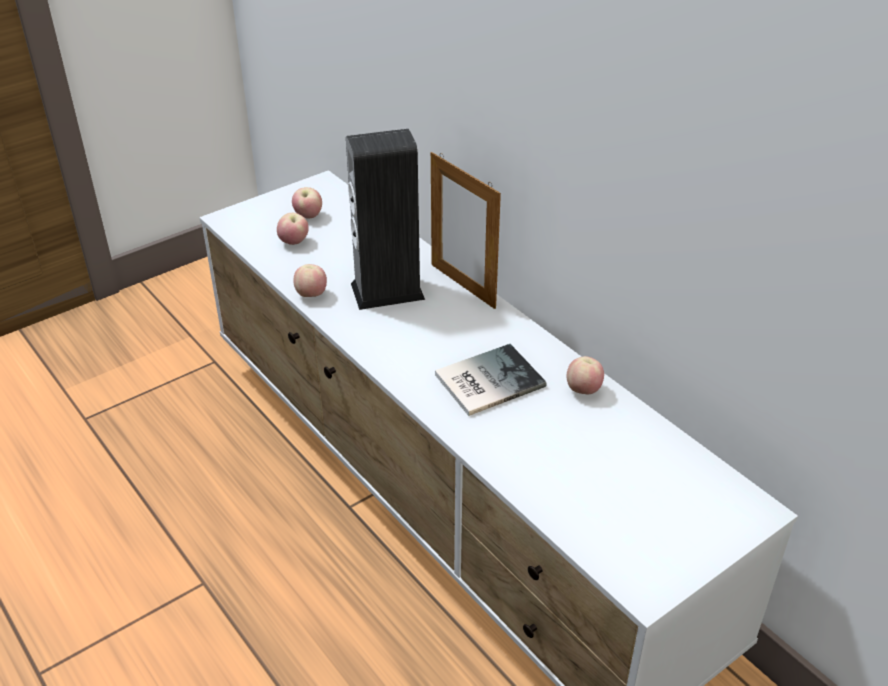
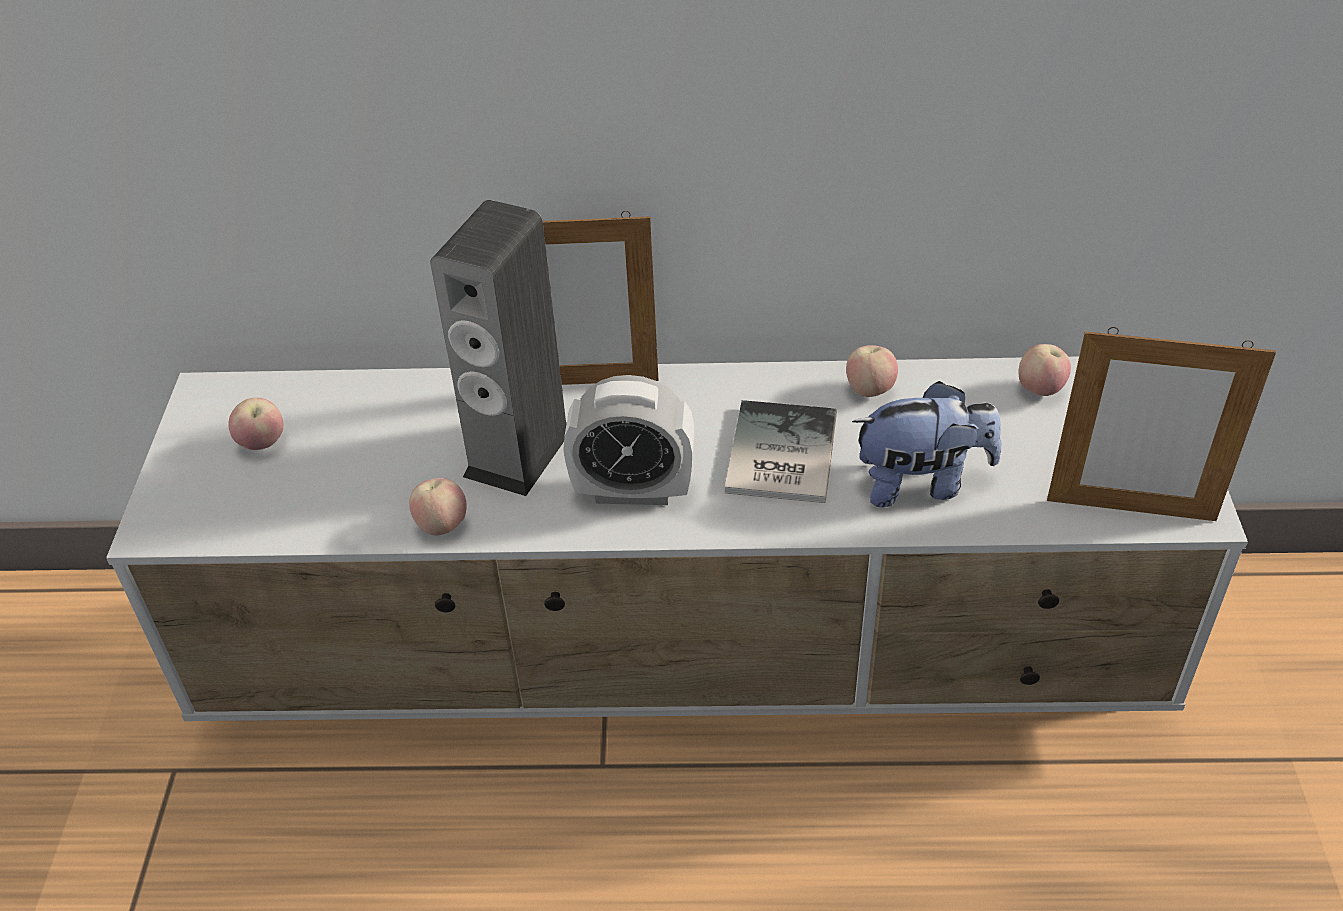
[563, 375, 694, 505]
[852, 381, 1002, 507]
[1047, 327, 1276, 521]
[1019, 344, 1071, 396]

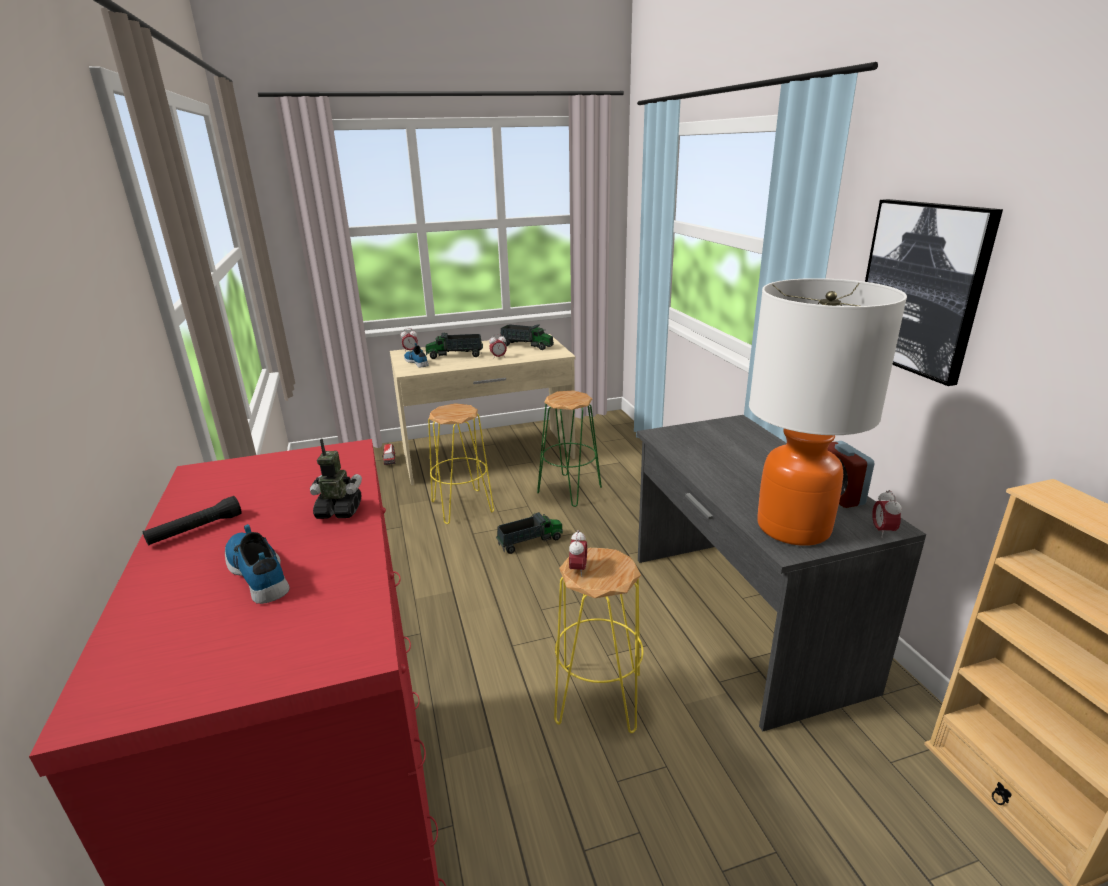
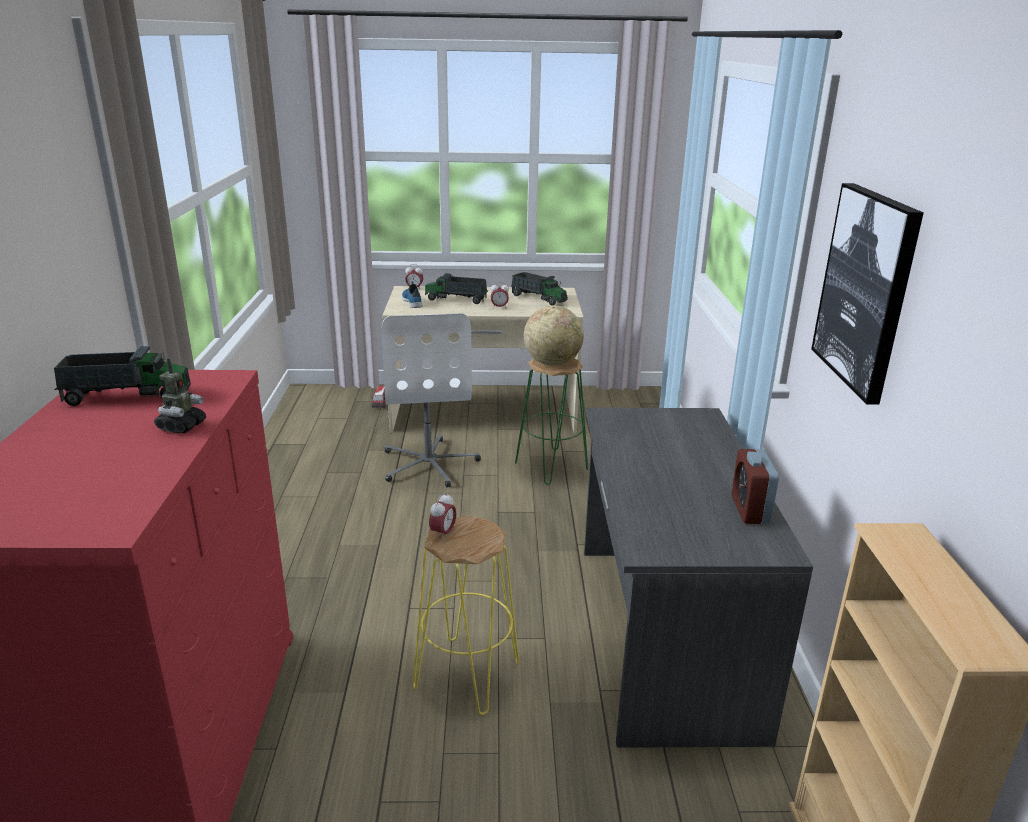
[142, 496, 242, 545] (first image)
[225, 524, 290, 604] (first image)
[749, 278, 907, 546] (first image)
[872, 490, 902, 538] (first image)
[524, 306, 584, 366]
[54, 346, 191, 406]
[381, 313, 481, 488]
[154, 358, 206, 433]

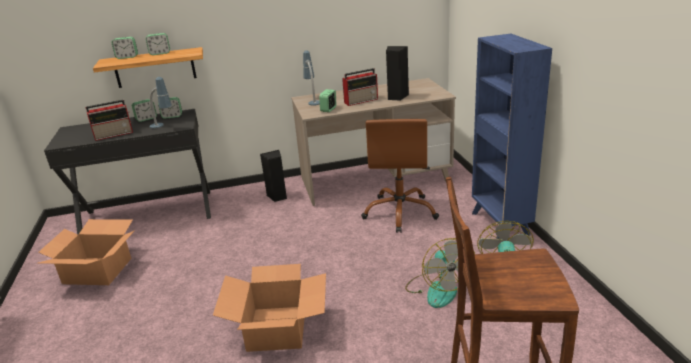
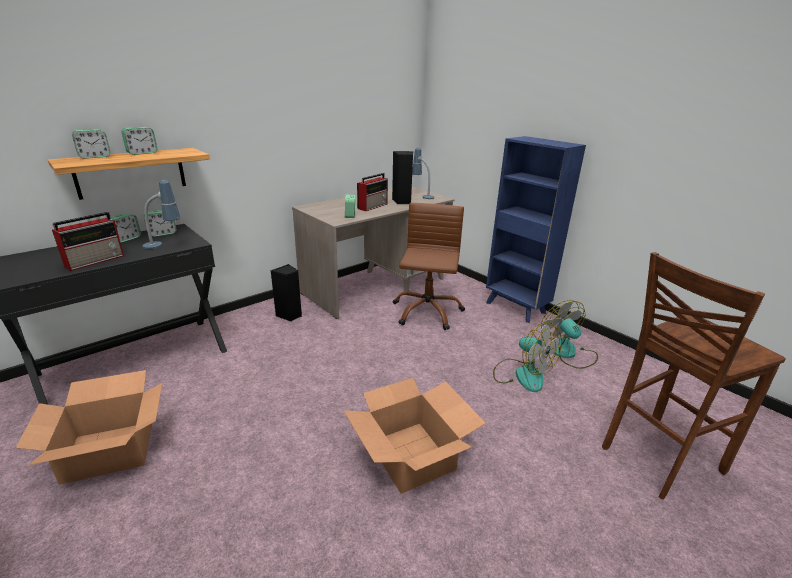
[412, 147, 434, 199]
[393, 203, 465, 330]

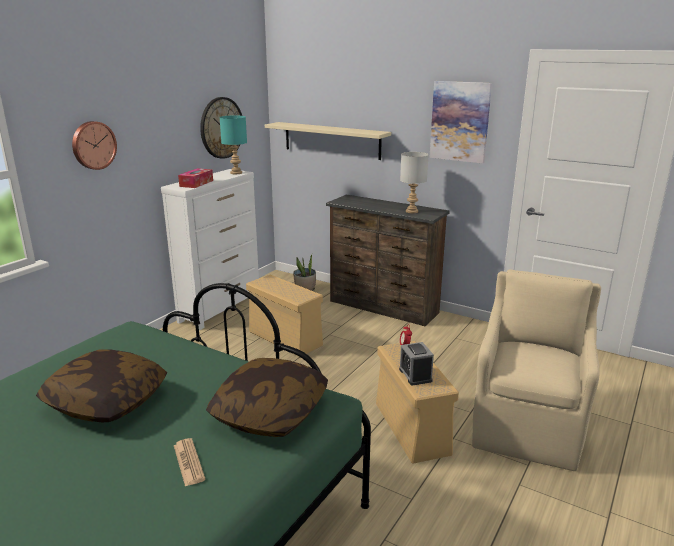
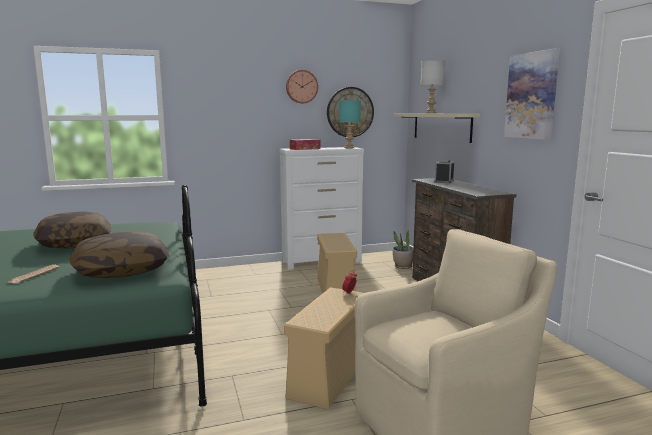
[286, 70, 318, 104]
[434, 160, 454, 183]
[421, 60, 445, 114]

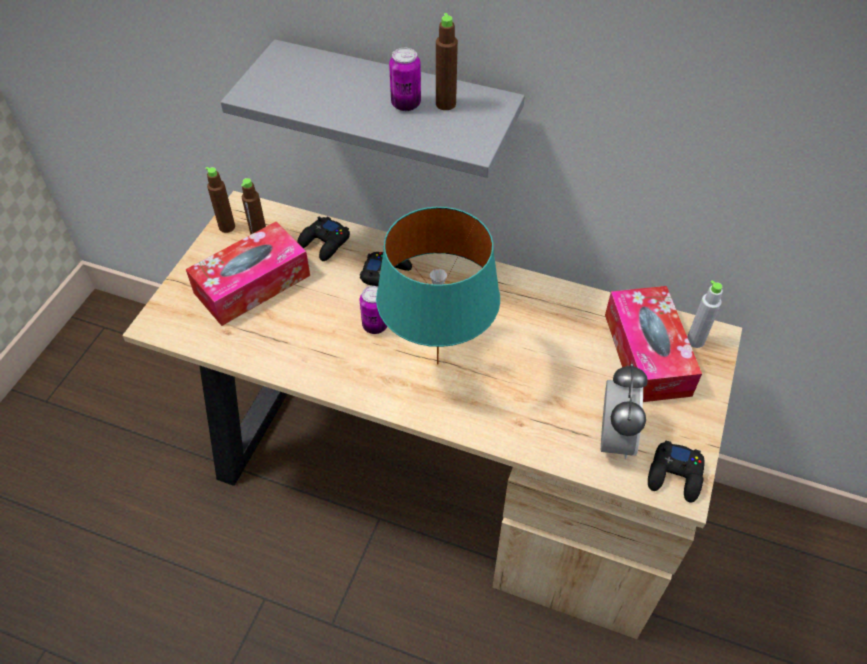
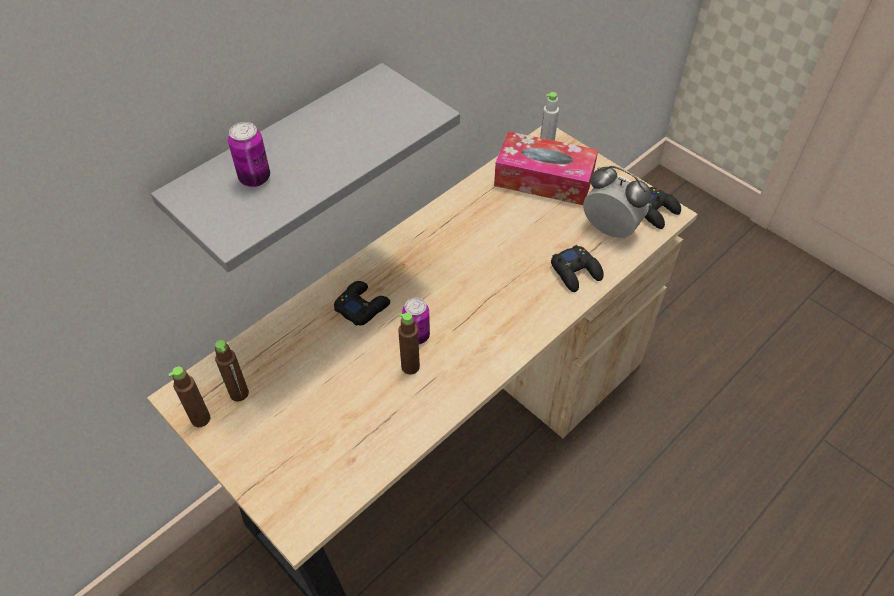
[186, 222, 310, 326] (first image)
[376, 207, 500, 365] (first image)
[551, 245, 604, 292]
[228, 122, 270, 187]
[398, 313, 420, 375]

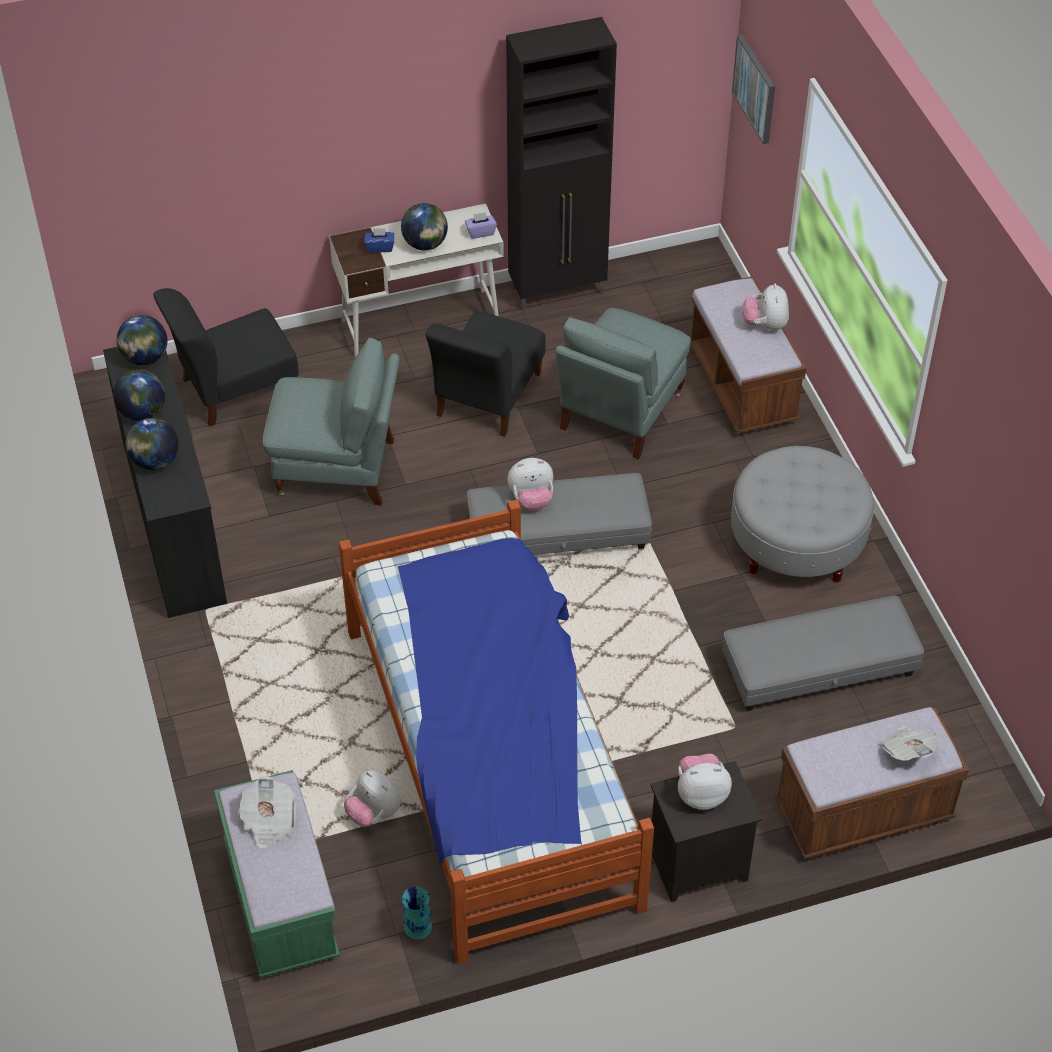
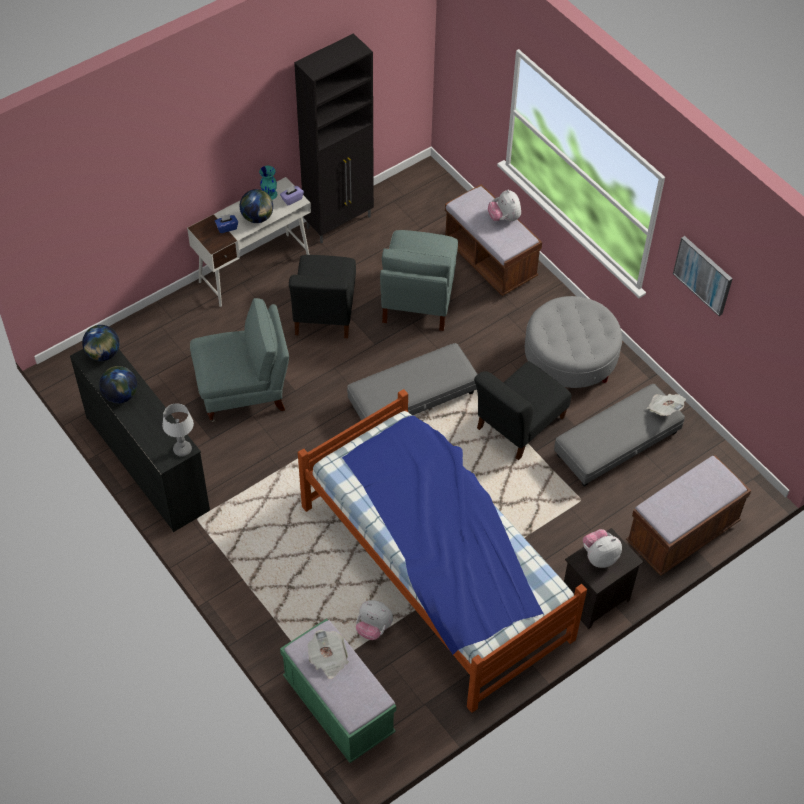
[126, 418, 179, 470] (first image)
[507, 458, 553, 511] (first image)
[162, 403, 194, 457]
[474, 362, 571, 460]
[259, 166, 277, 200]
[673, 236, 733, 316]
[647, 394, 686, 416]

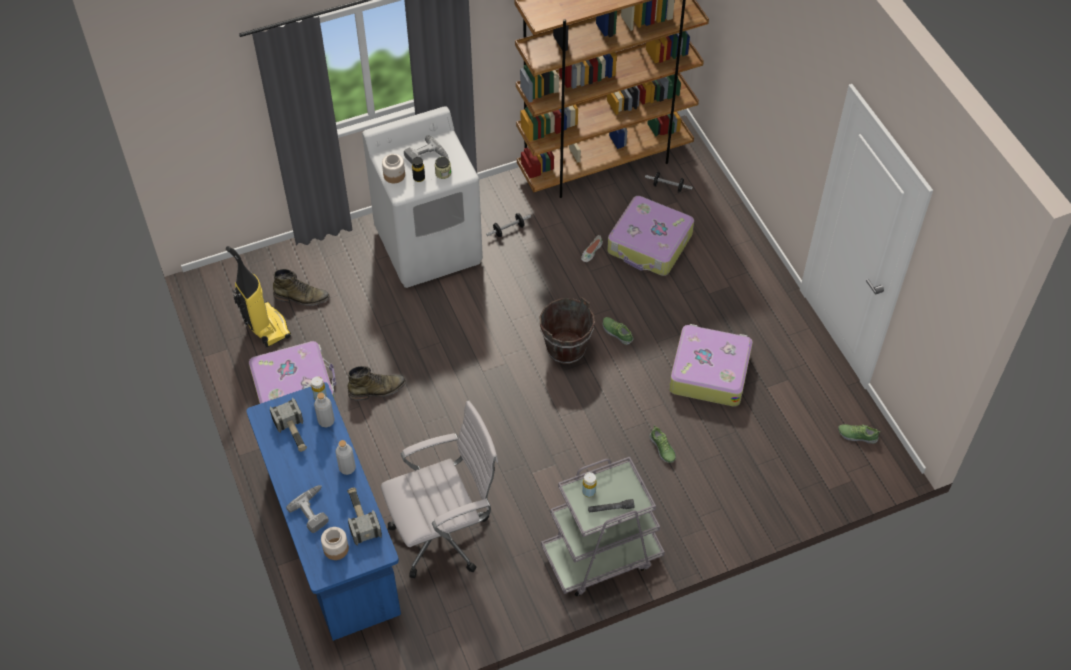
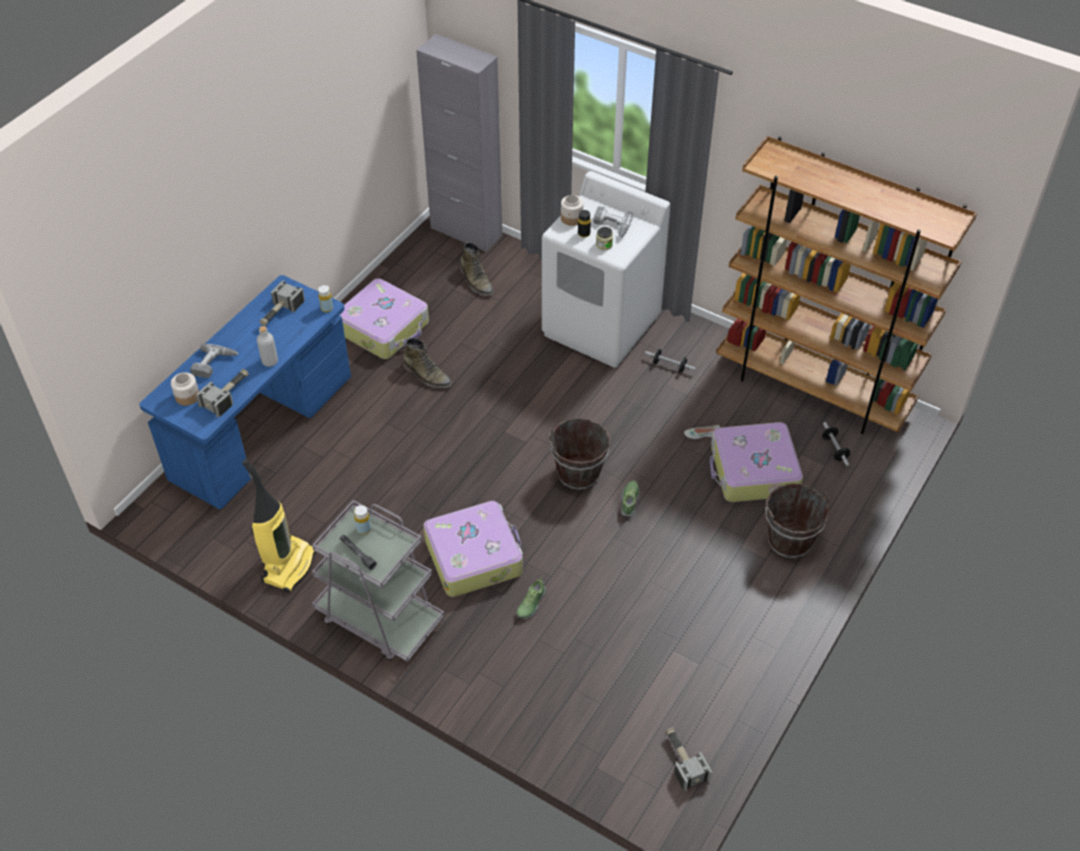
[314, 393, 335, 427] (first image)
[381, 401, 498, 578] (first image)
[416, 34, 502, 252]
[765, 484, 830, 559]
[242, 459, 316, 593]
[423, 501, 523, 597]
[666, 727, 712, 792]

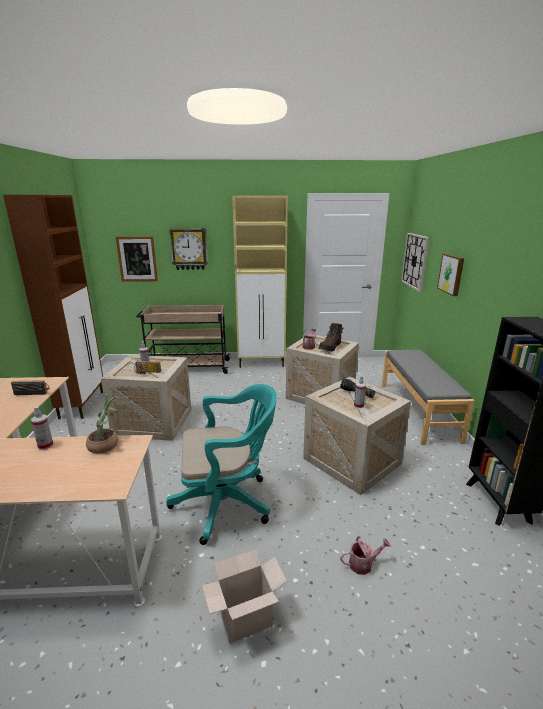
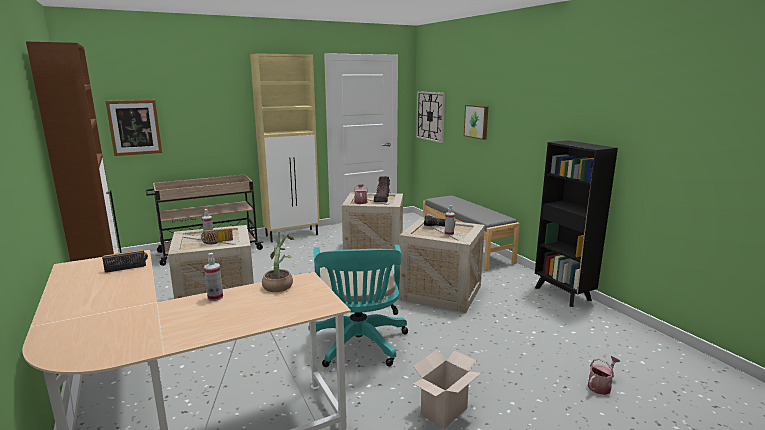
[169, 228, 208, 270] (first image)
[588, 356, 620, 395]
[308, 245, 408, 367]

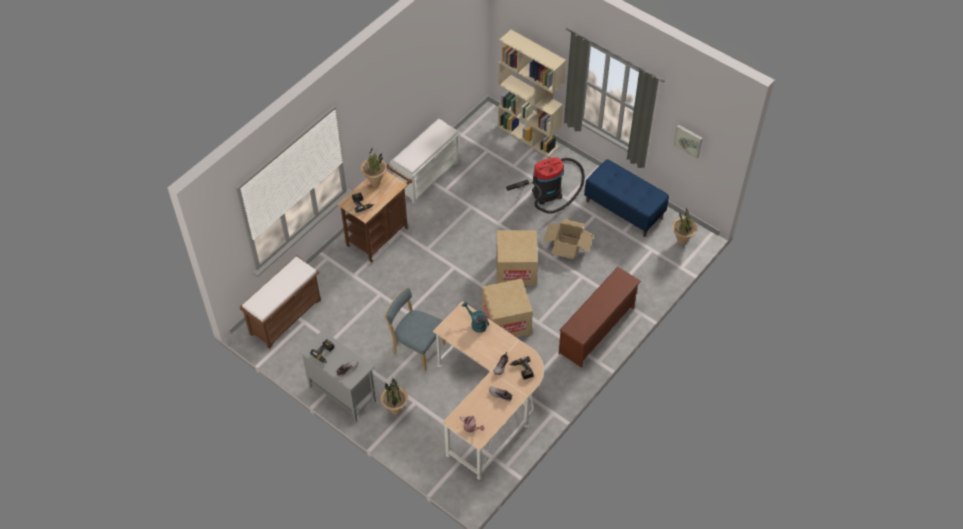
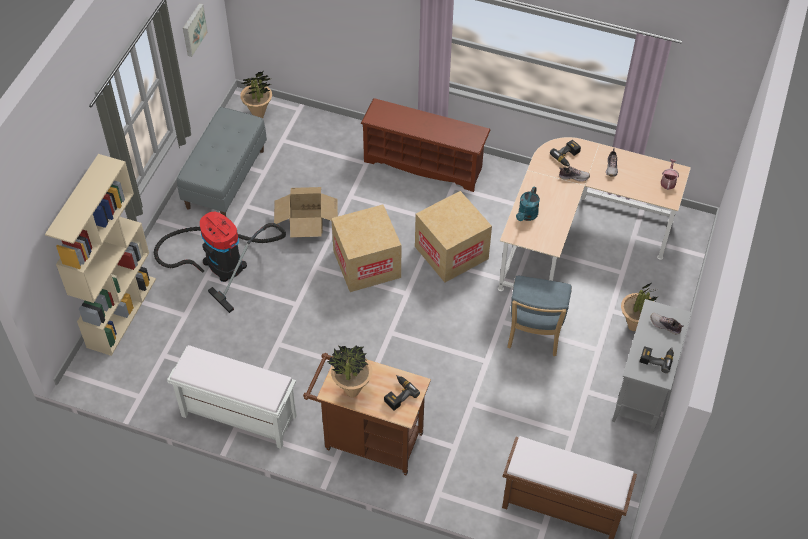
[177, 107, 267, 216]

